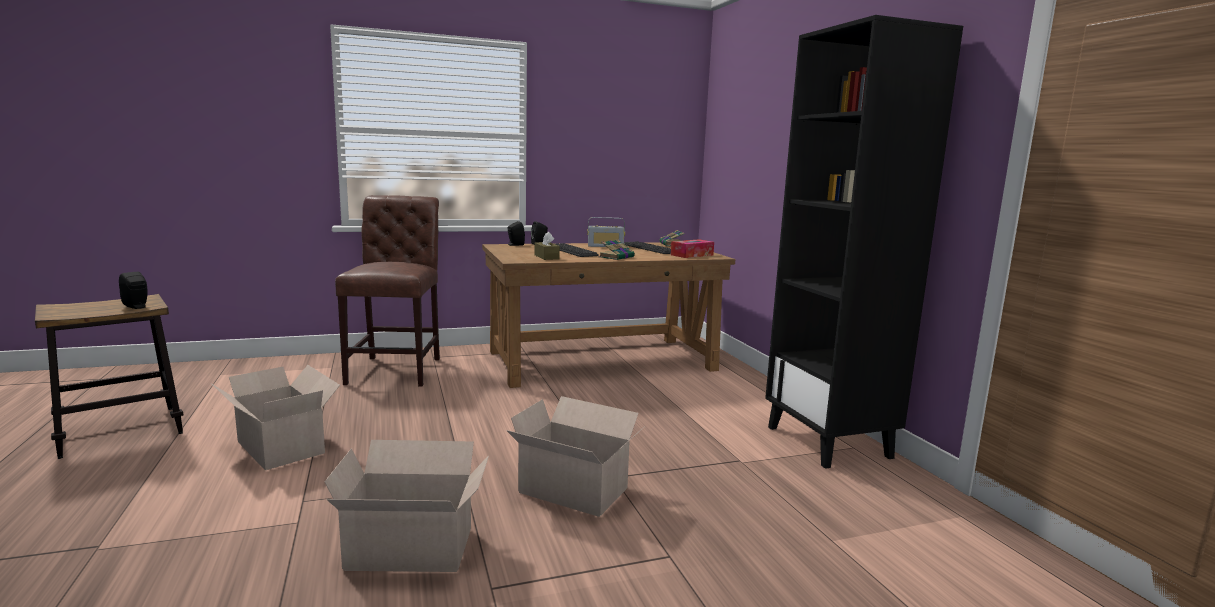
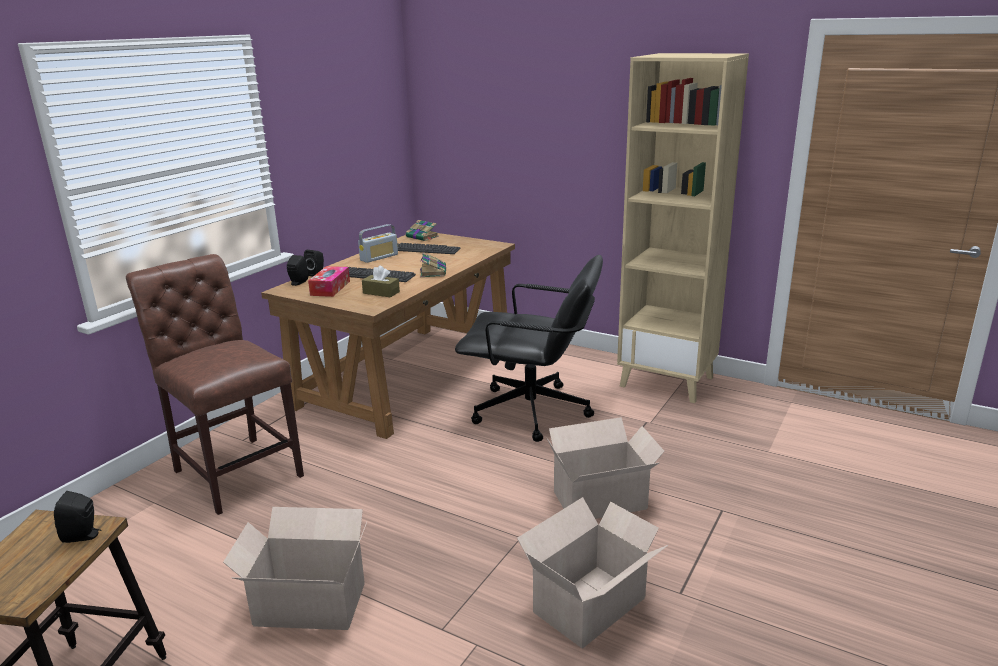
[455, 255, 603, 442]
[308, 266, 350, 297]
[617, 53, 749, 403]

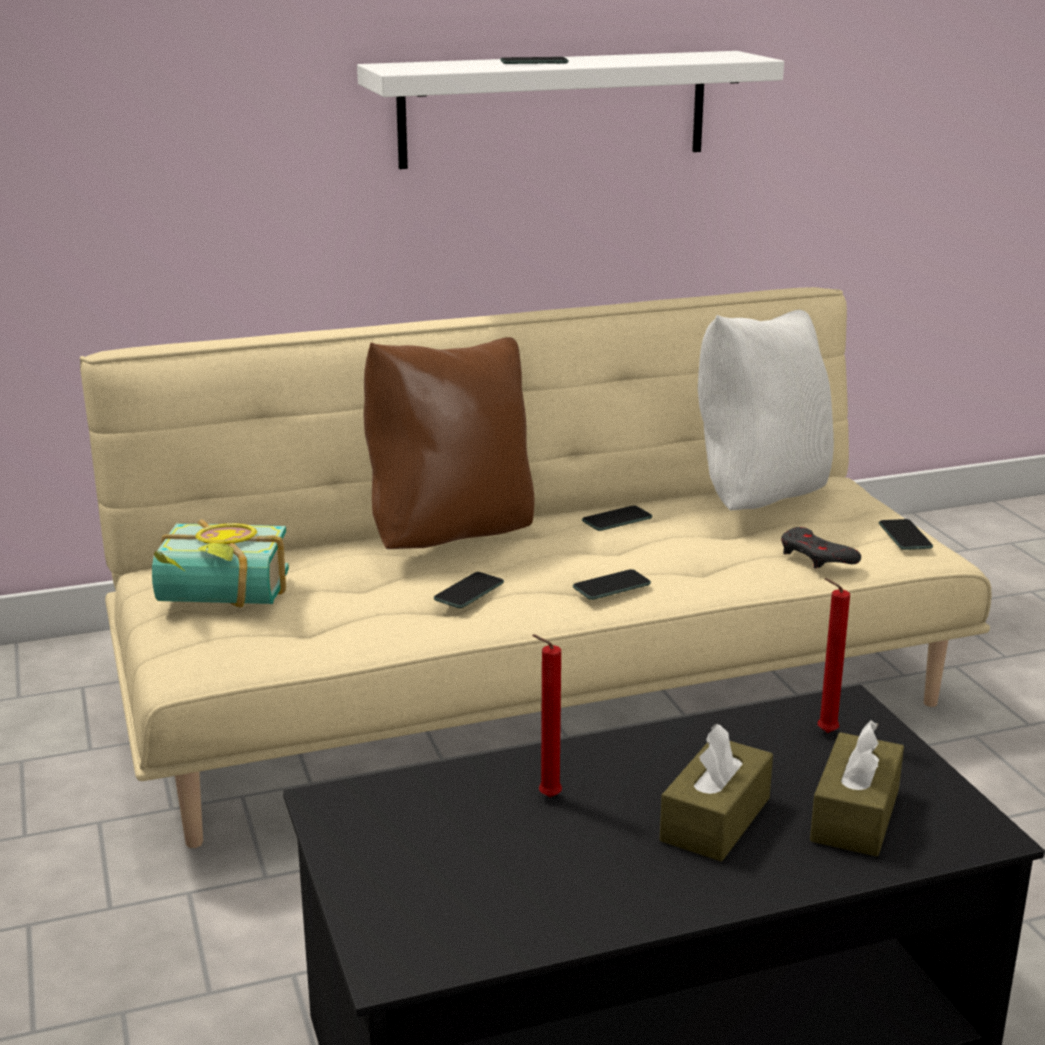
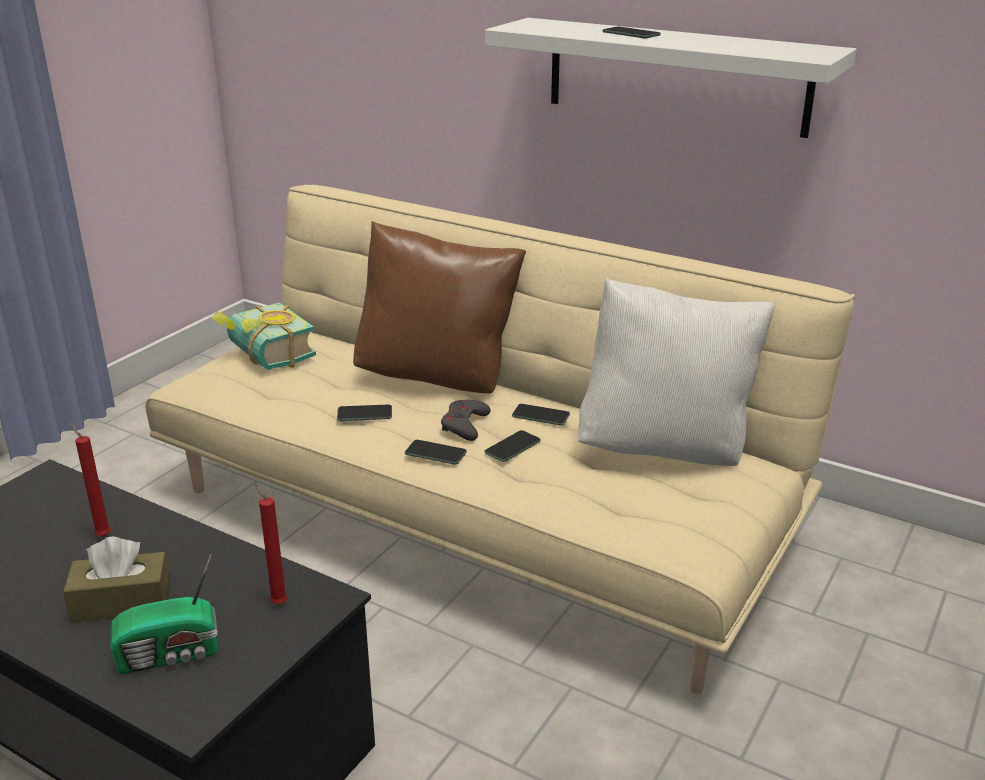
[441, 400, 491, 441]
[484, 430, 541, 462]
[110, 554, 218, 674]

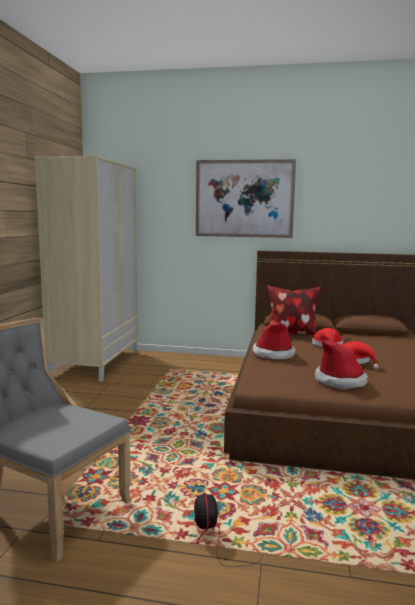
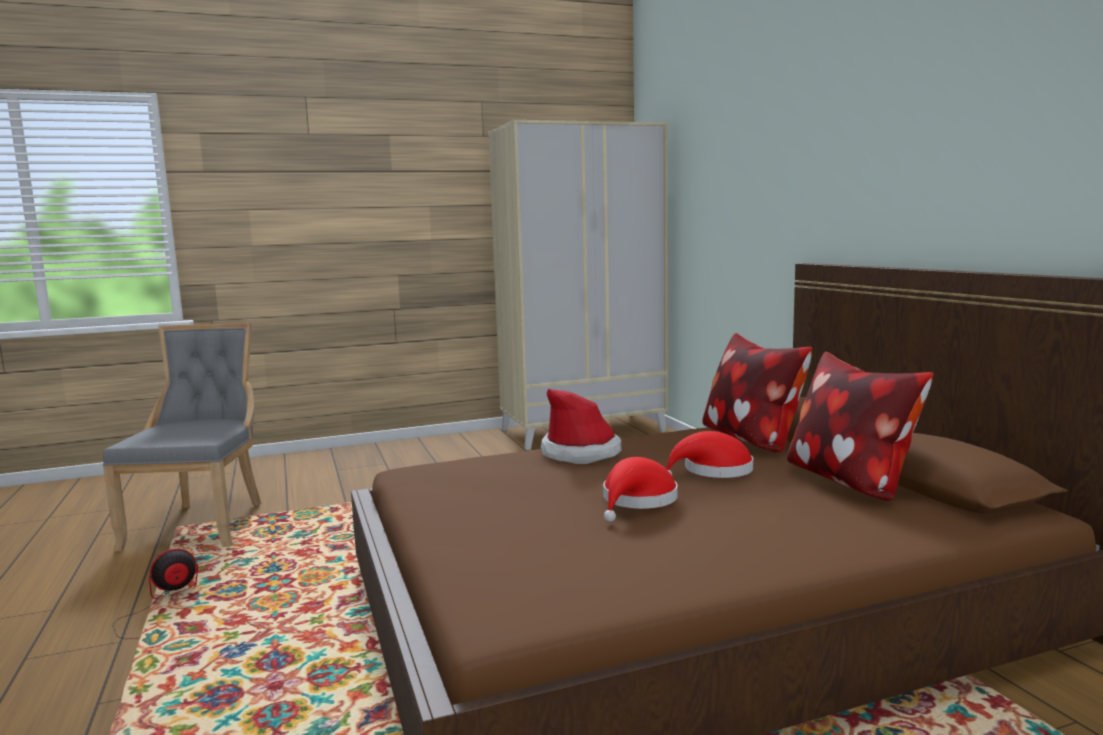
[196, 159, 296, 238] (first image)
[315, 340, 368, 390] (first image)
[787, 352, 933, 501]

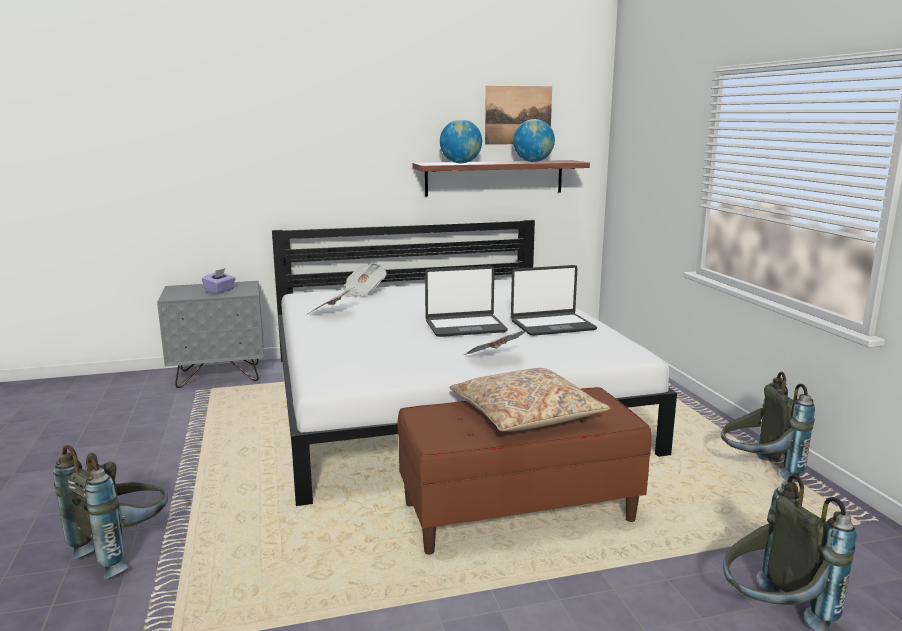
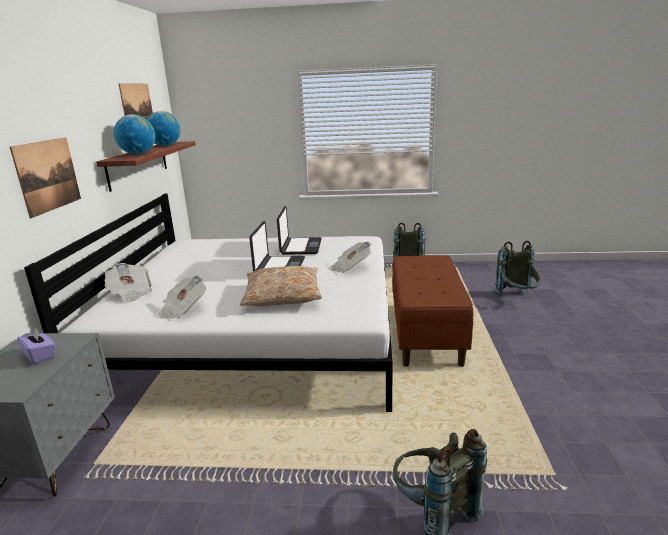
[10, 137, 81, 218]
[240, 266, 322, 307]

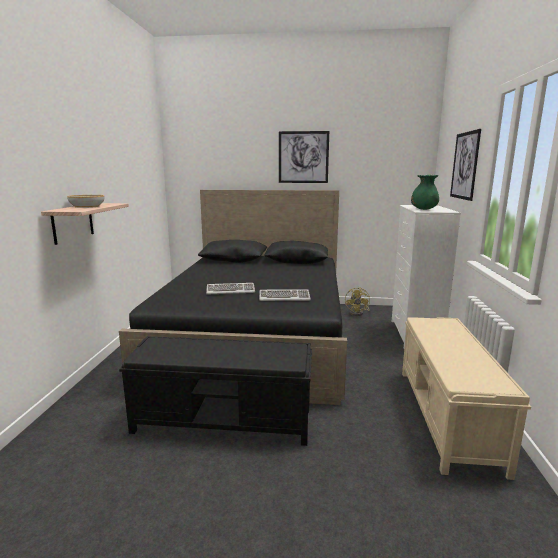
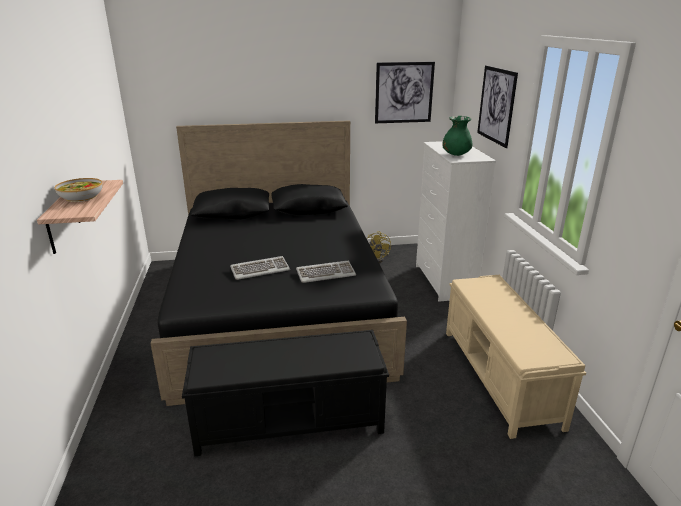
[375, 62, 435, 123]

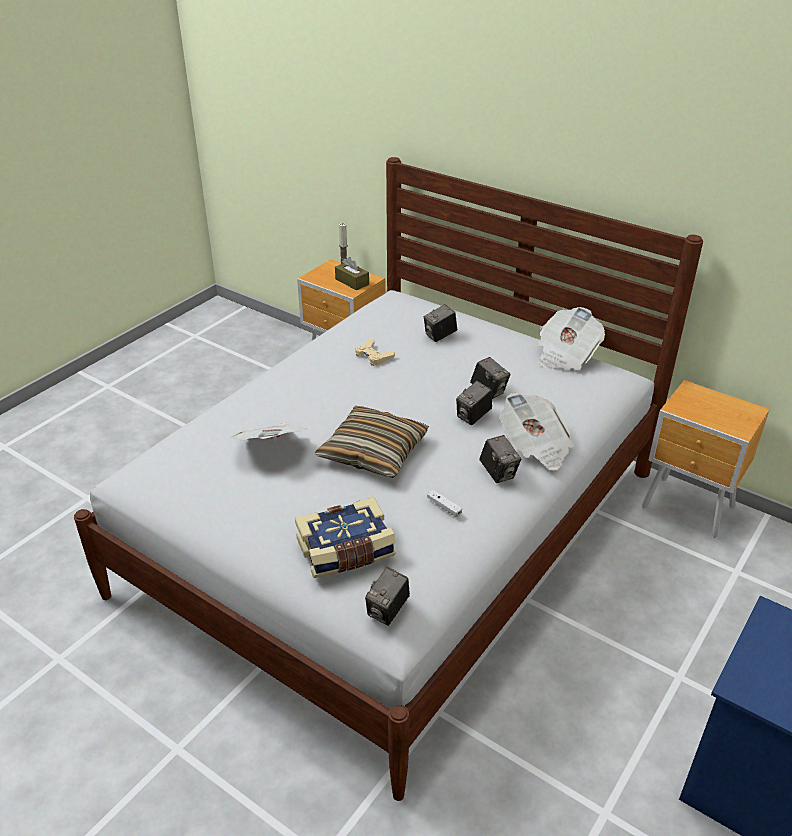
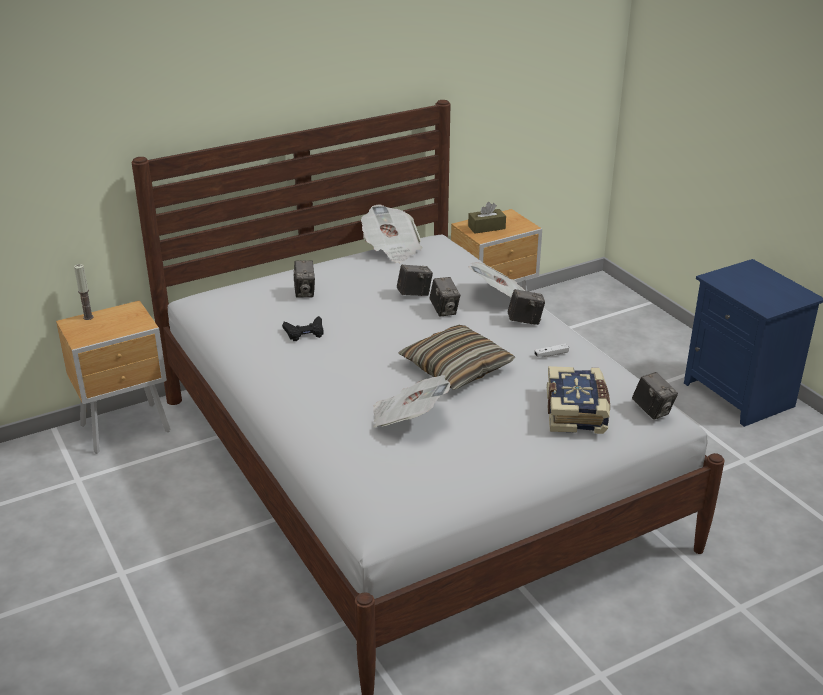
[468, 202, 506, 234]
[282, 316, 324, 341]

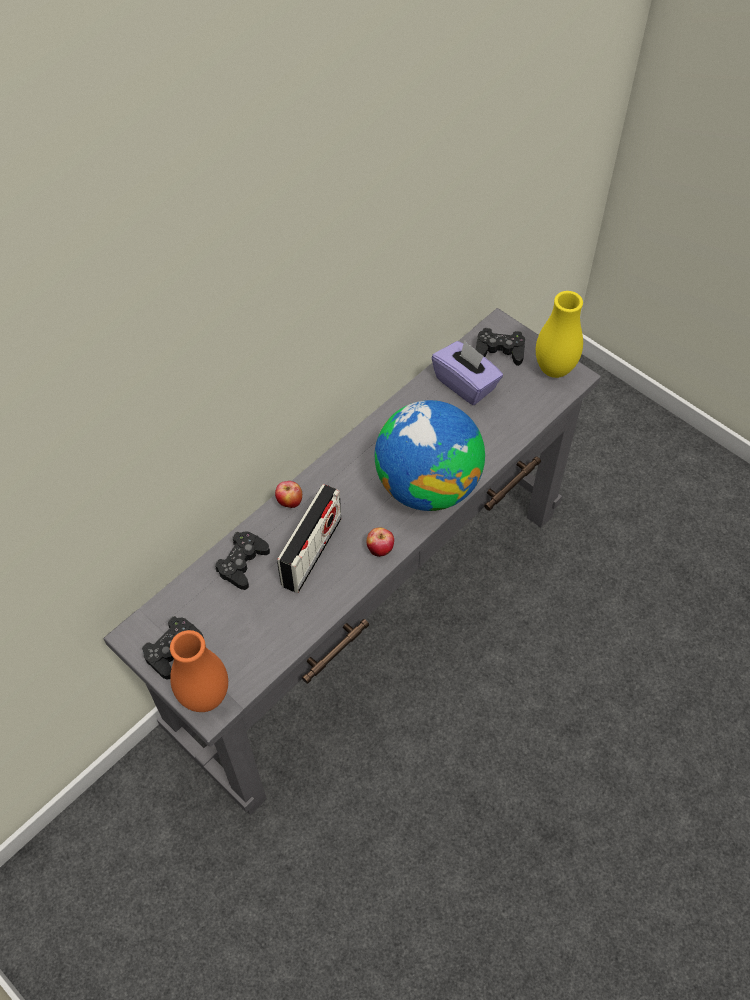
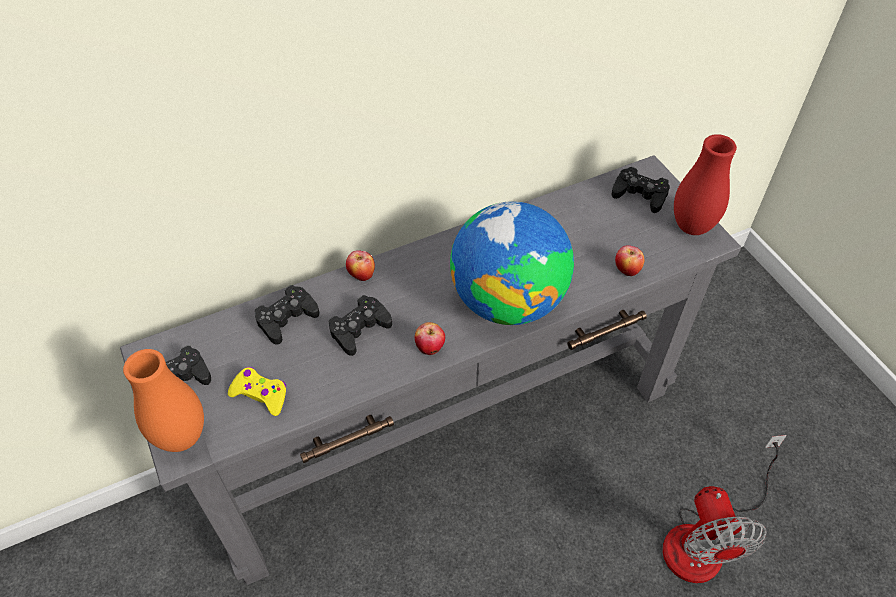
[432, 340, 503, 405] (first image)
[228, 367, 286, 416]
[615, 245, 645, 276]
[662, 435, 787, 583]
[328, 295, 392, 356]
[674, 134, 737, 235]

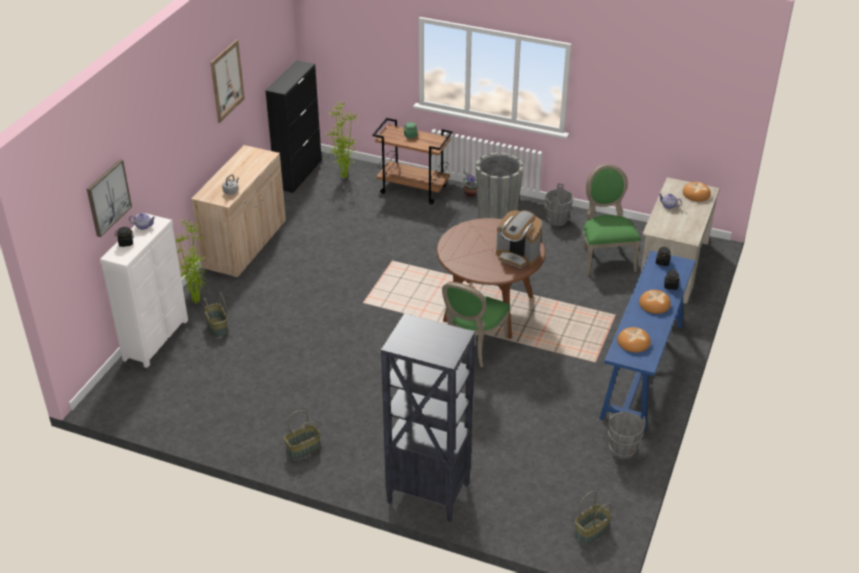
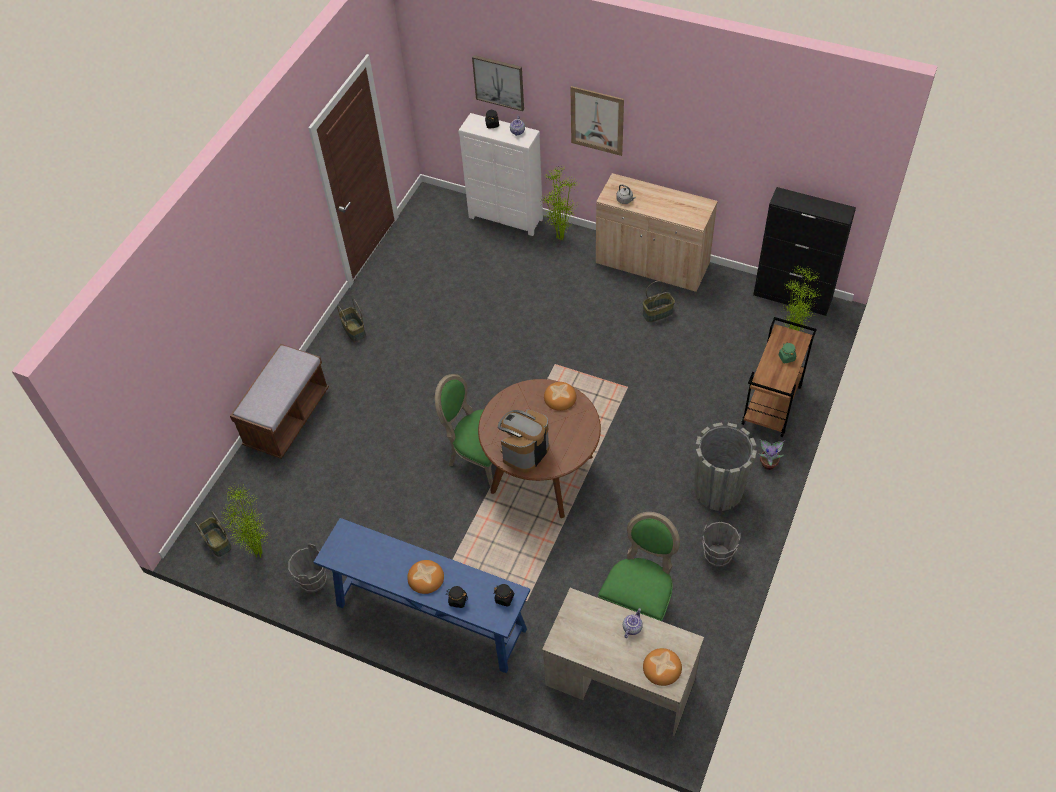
[221, 483, 270, 558]
[643, 281, 675, 322]
[571, 86, 624, 156]
[544, 382, 577, 411]
[230, 344, 329, 459]
[598, 512, 680, 621]

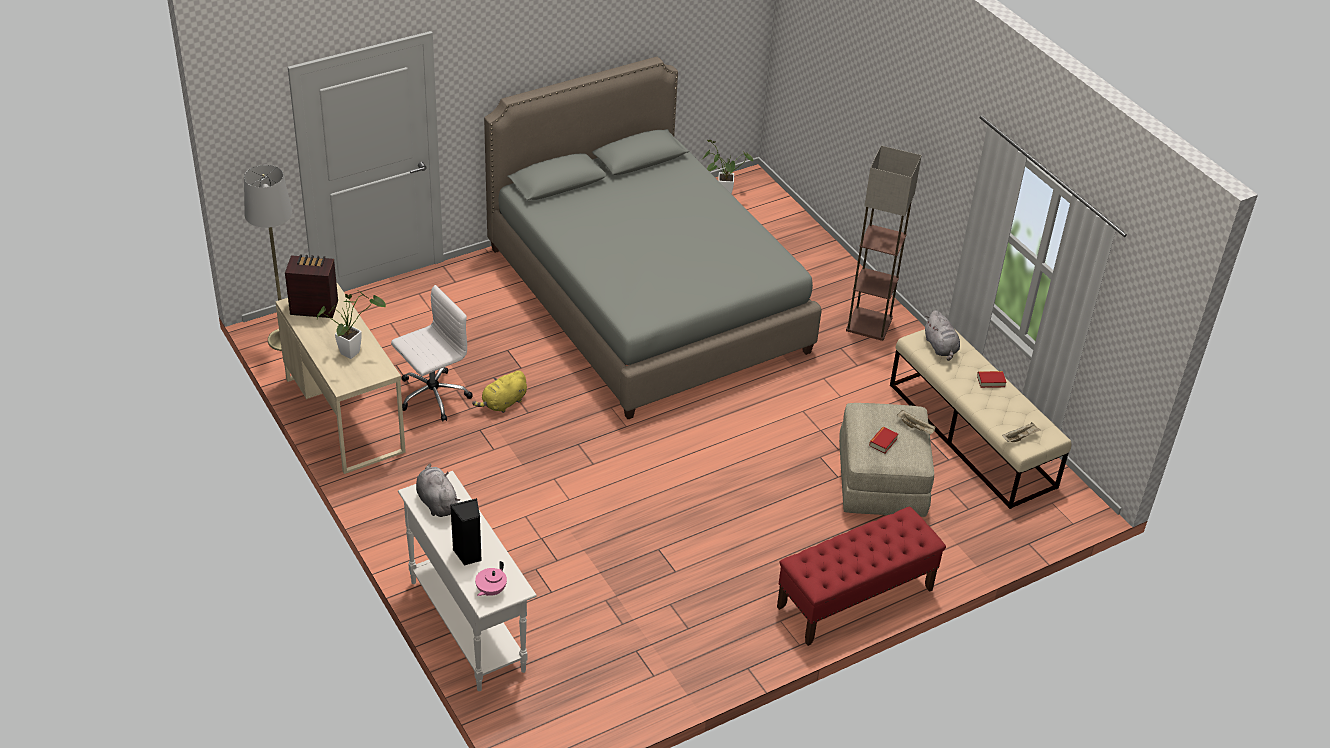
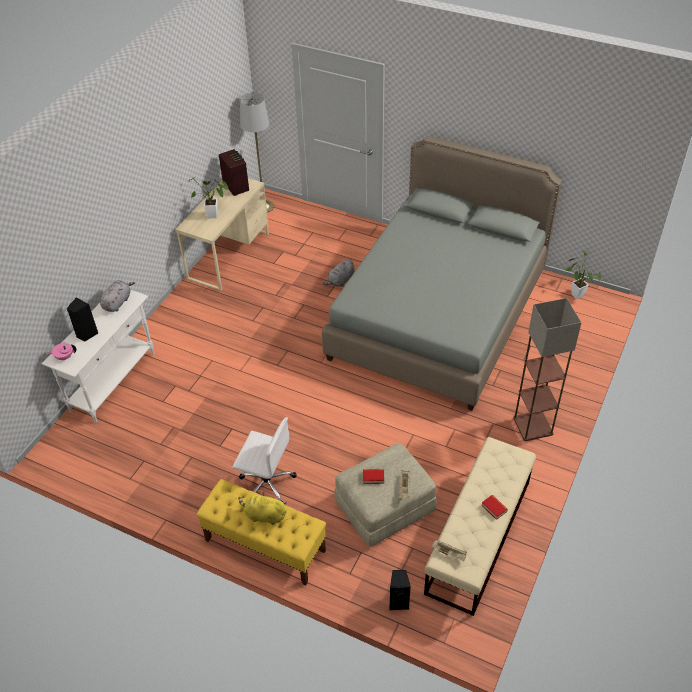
[389, 570, 411, 610]
[232, 417, 297, 503]
[238, 492, 287, 525]
[323, 258, 355, 287]
[196, 479, 326, 585]

